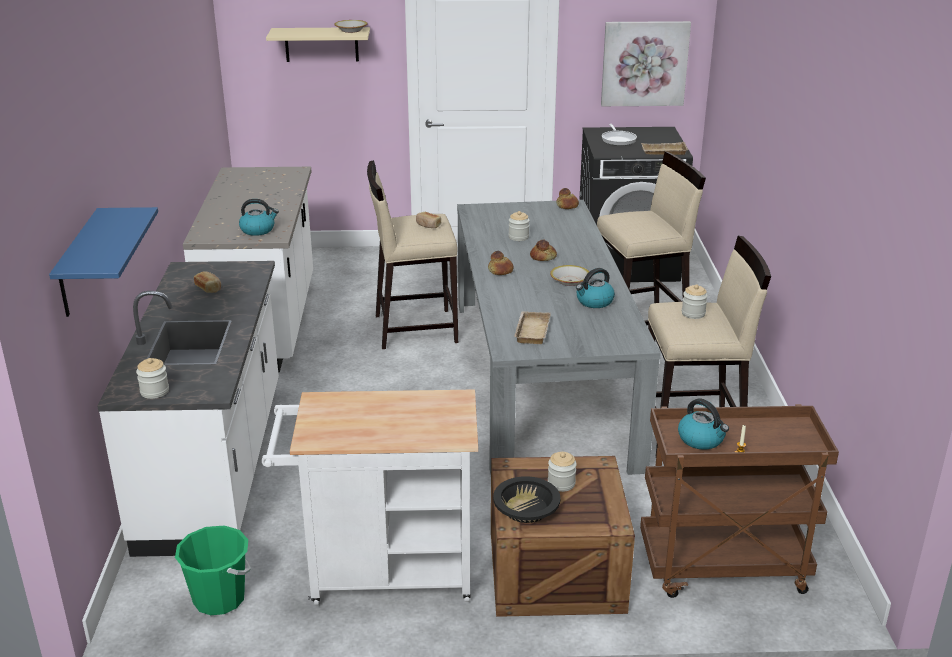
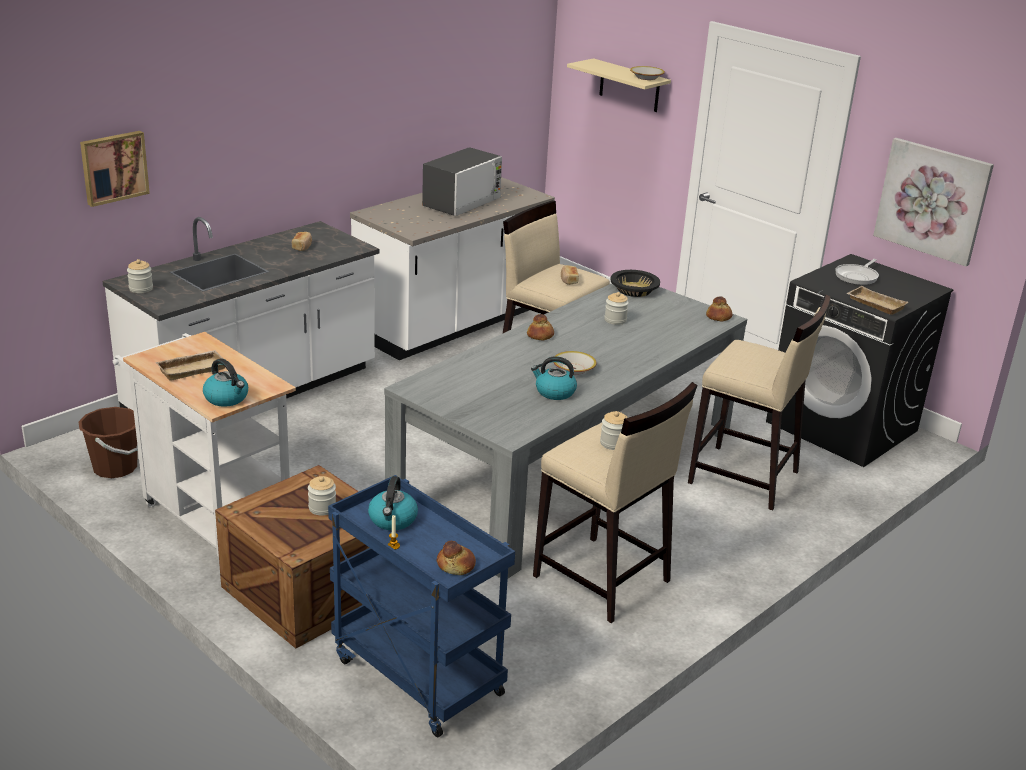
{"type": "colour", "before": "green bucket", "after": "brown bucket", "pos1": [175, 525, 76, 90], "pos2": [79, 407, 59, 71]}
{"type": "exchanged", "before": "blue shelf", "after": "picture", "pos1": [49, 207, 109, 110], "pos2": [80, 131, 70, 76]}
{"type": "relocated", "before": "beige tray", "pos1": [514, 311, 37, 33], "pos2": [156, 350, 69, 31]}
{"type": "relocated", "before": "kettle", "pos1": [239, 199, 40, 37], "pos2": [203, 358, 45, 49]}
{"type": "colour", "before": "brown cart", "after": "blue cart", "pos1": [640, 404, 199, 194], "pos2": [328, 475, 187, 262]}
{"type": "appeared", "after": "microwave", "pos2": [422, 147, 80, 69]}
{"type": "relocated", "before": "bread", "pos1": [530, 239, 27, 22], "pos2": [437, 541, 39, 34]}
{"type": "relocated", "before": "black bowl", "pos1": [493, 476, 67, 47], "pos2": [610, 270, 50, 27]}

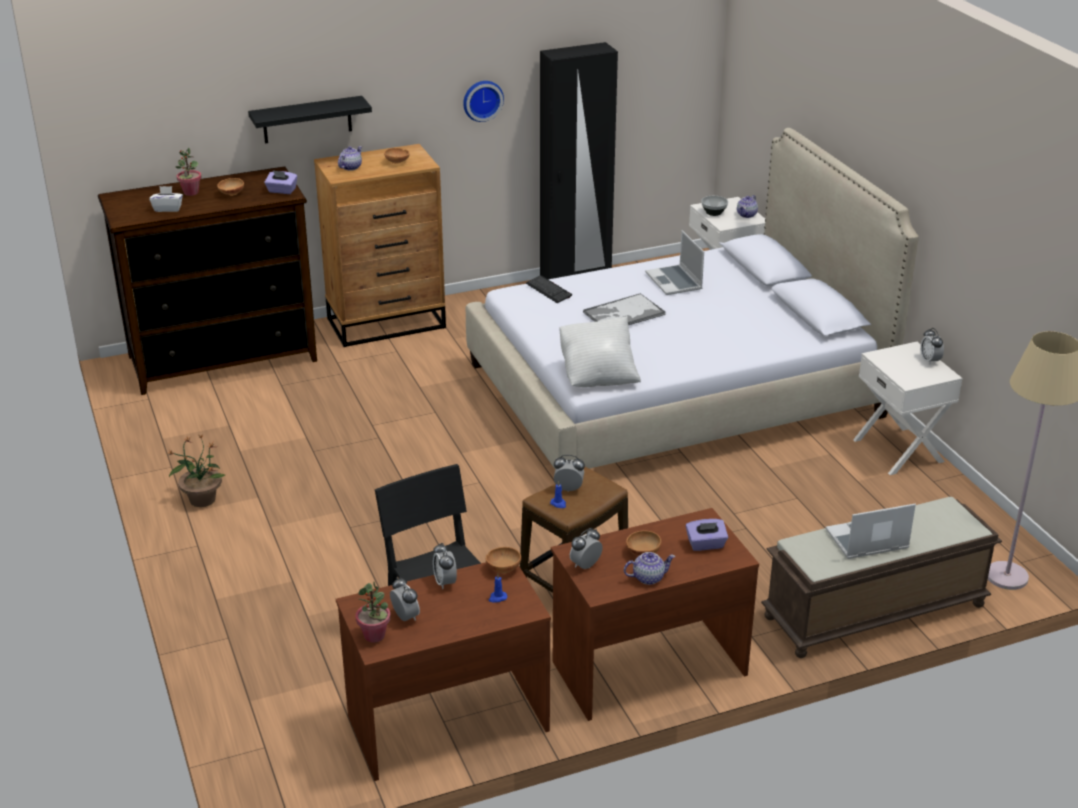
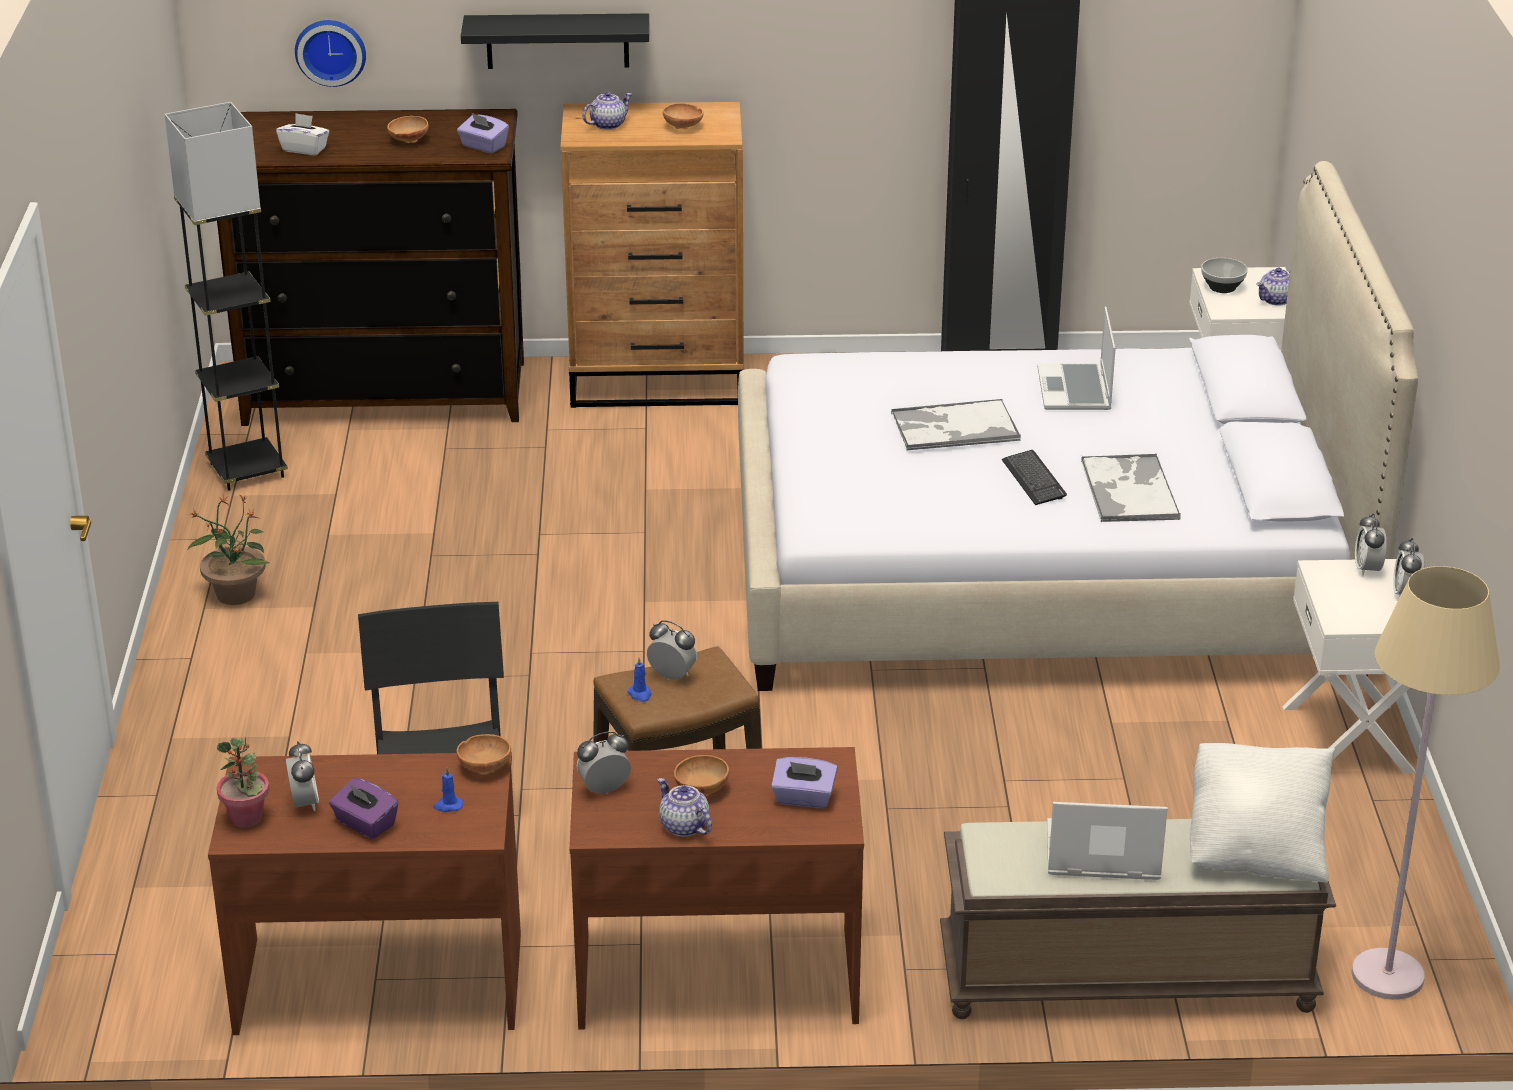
{"type": "appeared", "after": "grey floor lamp", "pos2": [164, 102, 124, 389]}
{"type": "relocated", "before": "wall clock", "pos1": [463, 81, 41, 41], "pos2": [295, 20, 71, 67]}
{"type": "appeared", "after": "purple tissue box", "pos2": [329, 778, 70, 61]}
{"type": "spun", "before": "teapot", "pos1": [624, 552, 51, 33], "pos2": [657, 778, 55, 59], "turn": -135}
{"type": "relocated", "before": "keyboard", "pos1": [526, 275, 46, 28], "pos2": [1002, 450, 65, 55]}
{"type": "appeared", "after": "tray", "pos2": [1081, 454, 100, 68]}
{"type": "relocated", "before": "white pillow", "pos1": [559, 316, 82, 71], "pos2": [1190, 743, 145, 140]}
{"type": "relocated", "before": "alarm clock", "pos1": [433, 543, 24, 47], "pos2": [1355, 513, 32, 63]}
{"type": "missing", "before": "potted plant", "pos1": [175, 147, 26, 49]}

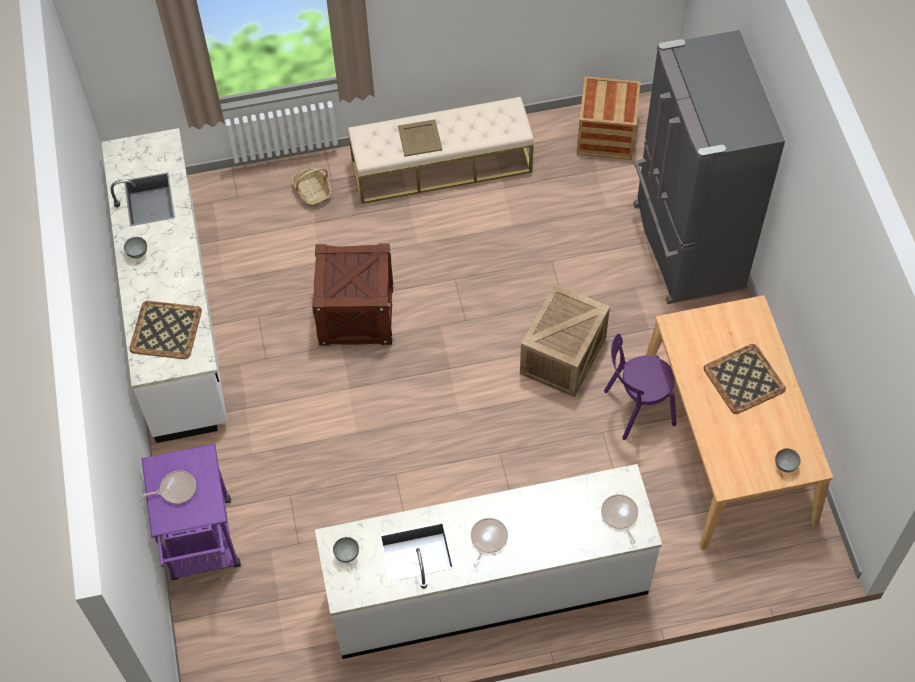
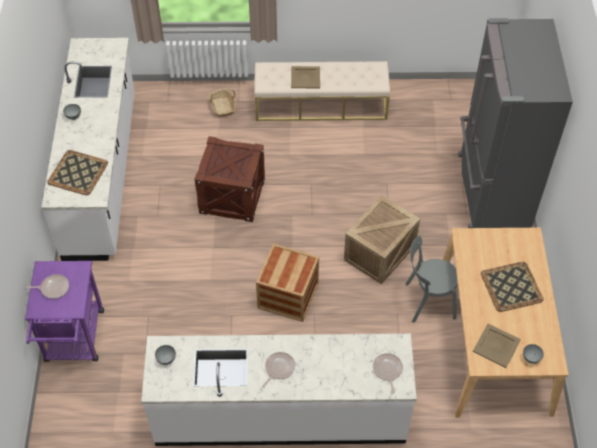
{"type": "relocated", "before": "crate", "pos1": [577, 76, 64, 84], "pos2": [256, 244, 63, 78]}
{"type": "colour", "before": "purple chair", "after": "grey chair", "pos1": [604, 334, 72, 106], "pos2": [405, 236, 53, 87]}
{"type": "appeared", "after": "beige tray", "pos2": [473, 324, 48, 44]}

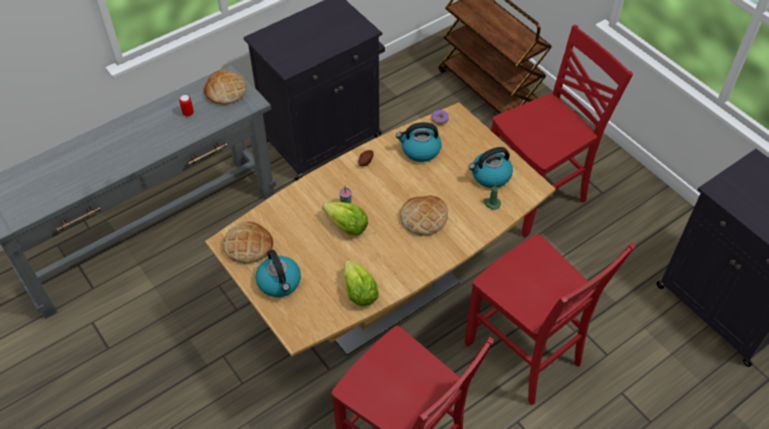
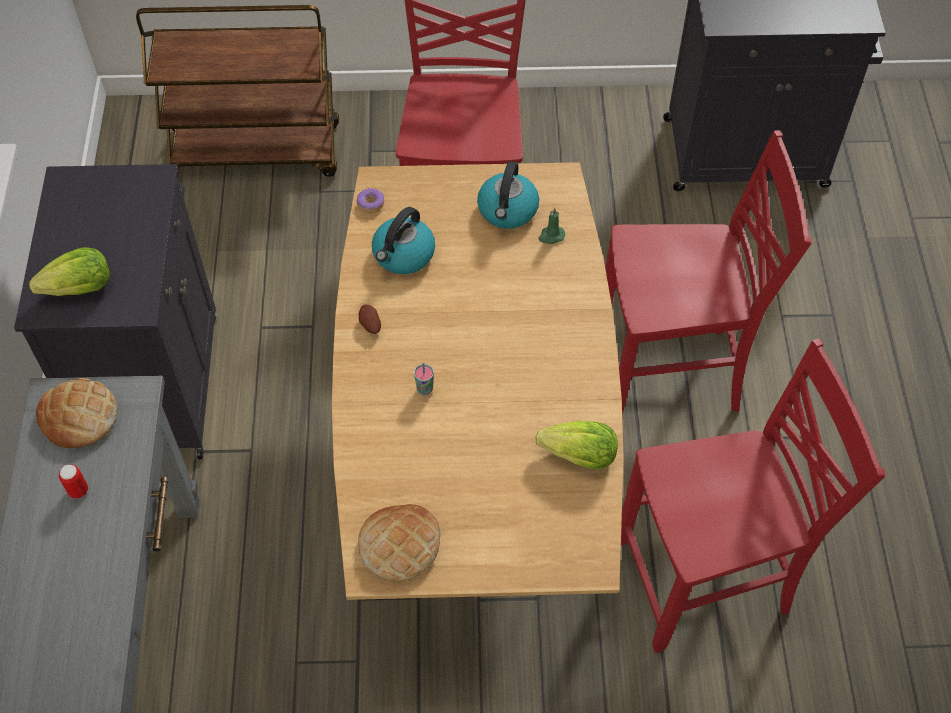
{"type": "relocated", "before": "lettuce", "pos1": [322, 202, 46, 33], "pos2": [29, 247, 81, 49]}
{"type": "missing", "before": "kettle", "pos1": [256, 250, 45, 47]}
{"type": "missing", "before": "bread", "pos1": [400, 195, 48, 41]}

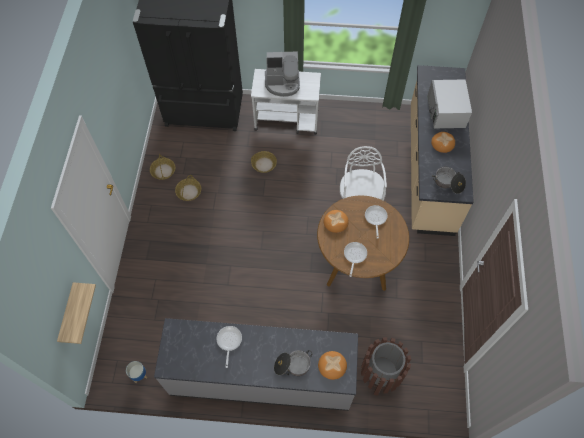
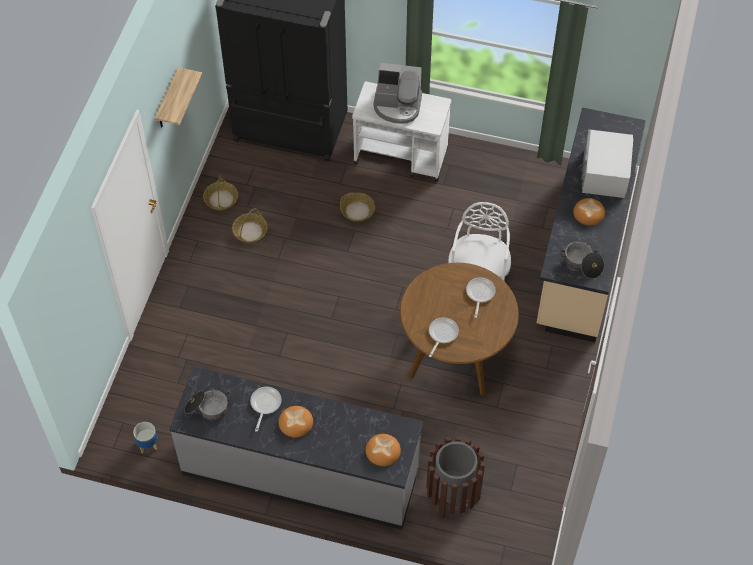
{"type": "relocated", "before": "shelf", "pos1": [57, 282, 39, 62], "pos2": [155, 67, 47, 61]}
{"type": "relocated", "before": "cooking pot", "pos1": [274, 350, 38, 26], "pos2": [184, 390, 48, 30]}
{"type": "relocated", "before": "bread", "pos1": [324, 210, 25, 23], "pos2": [278, 406, 35, 31]}

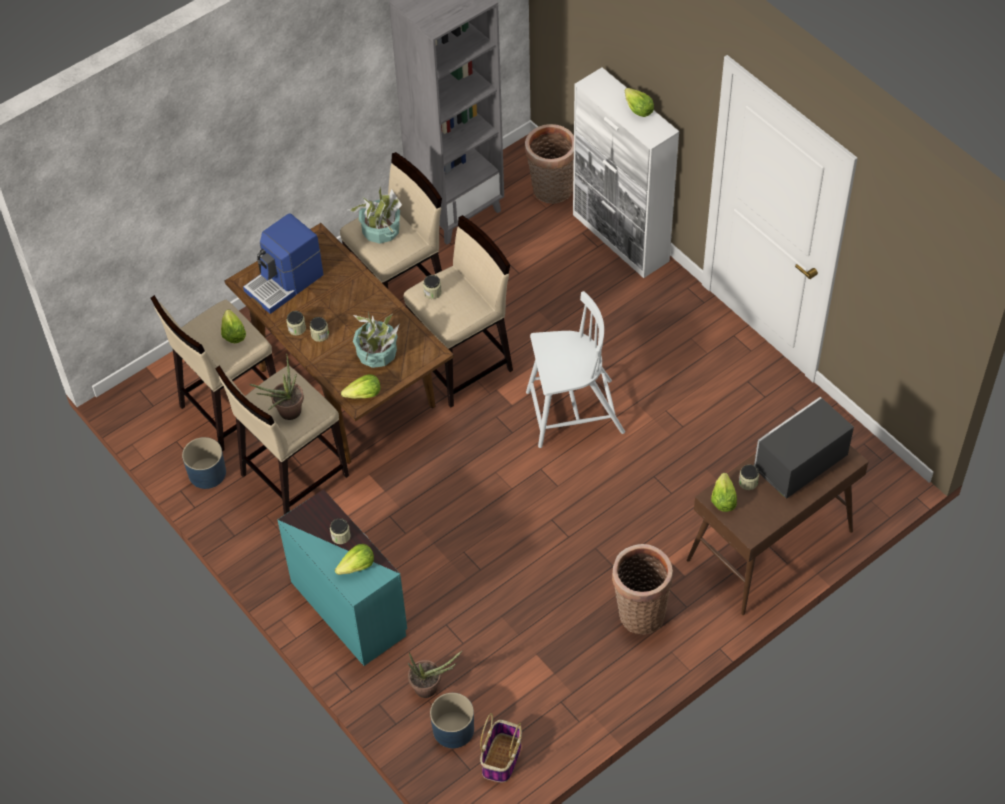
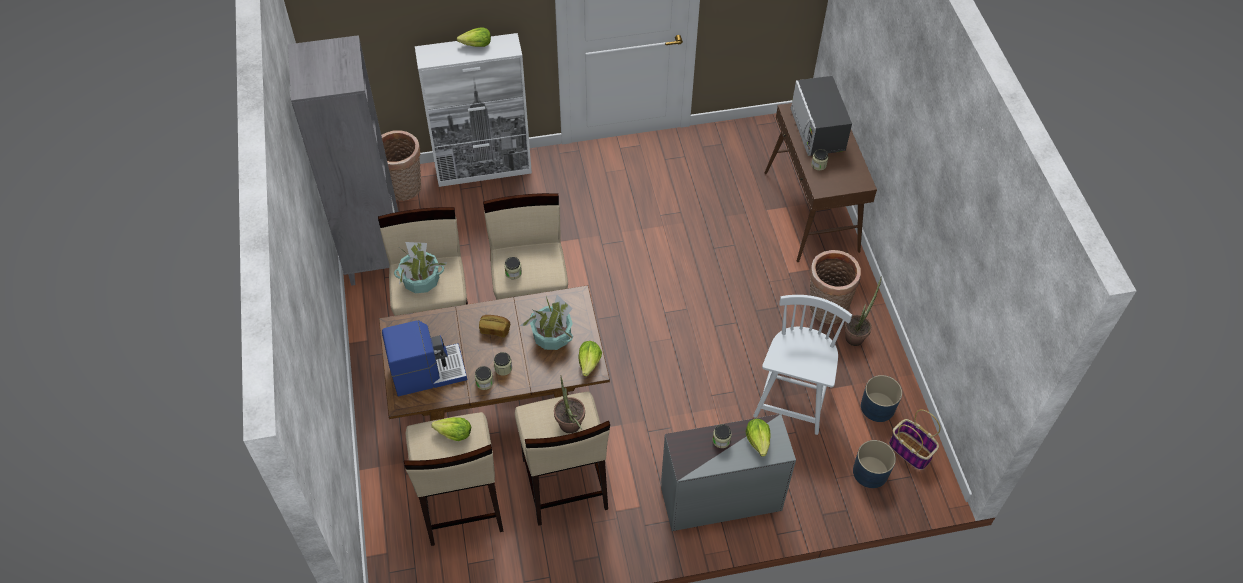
{"type": "spun", "before": "coffee machine", "pos1": [243, 213, 80, 101], "pos2": [382, 320, 85, 76], "turn": -90}
{"type": "appeared", "after": "bread", "pos2": [479, 315, 31, 22]}
{"type": "colour", "before": "turquoise dresser", "after": "grey dresser", "pos1": [278, 489, 129, 177], "pos2": [661, 414, 135, 117]}
{"type": "relocated", "before": "white chair", "pos1": [526, 291, 99, 157], "pos2": [753, 295, 99, 140]}
{"type": "relocated", "before": "potted plant", "pos1": [408, 650, 55, 48], "pos2": [844, 276, 38, 70]}
{"type": "relocated", "before": "blue planter", "pos1": [182, 437, 44, 52], "pos2": [861, 375, 41, 47]}
{"type": "missing", "before": "lettuce", "pos1": [711, 473, 26, 39]}

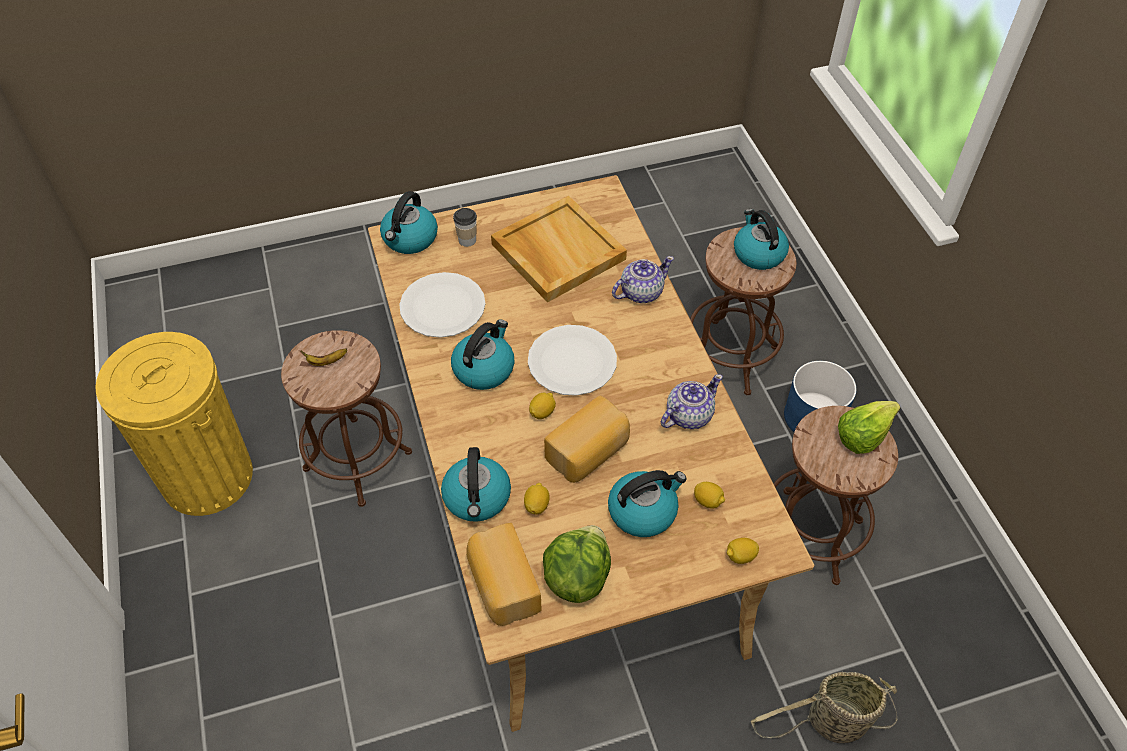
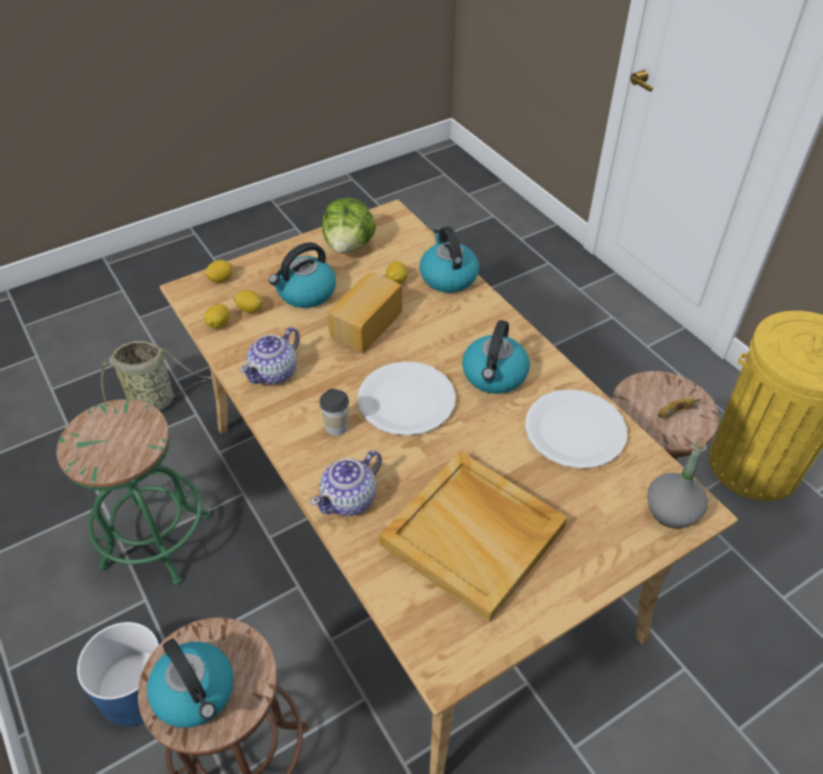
{"type": "colour", "before": "brown stool", "after": "green stool", "pos1": [773, 406, 125, 179], "pos2": [56, 399, 155, 186]}
{"type": "relocated", "before": "lemon", "pos1": [529, 393, 27, 26], "pos2": [204, 304, 26, 25]}
{"type": "relocated", "before": "cup", "pos1": [453, 208, 24, 39], "pos2": [319, 389, 30, 47]}
{"type": "exchanged", "before": "kettle", "after": "grey bottle", "pos1": [380, 191, 58, 63], "pos2": [647, 439, 61, 90]}
{"type": "missing", "before": "bread", "pos1": [467, 523, 75, 103]}
{"type": "missing", "before": "lettuce", "pos1": [838, 401, 62, 53]}

